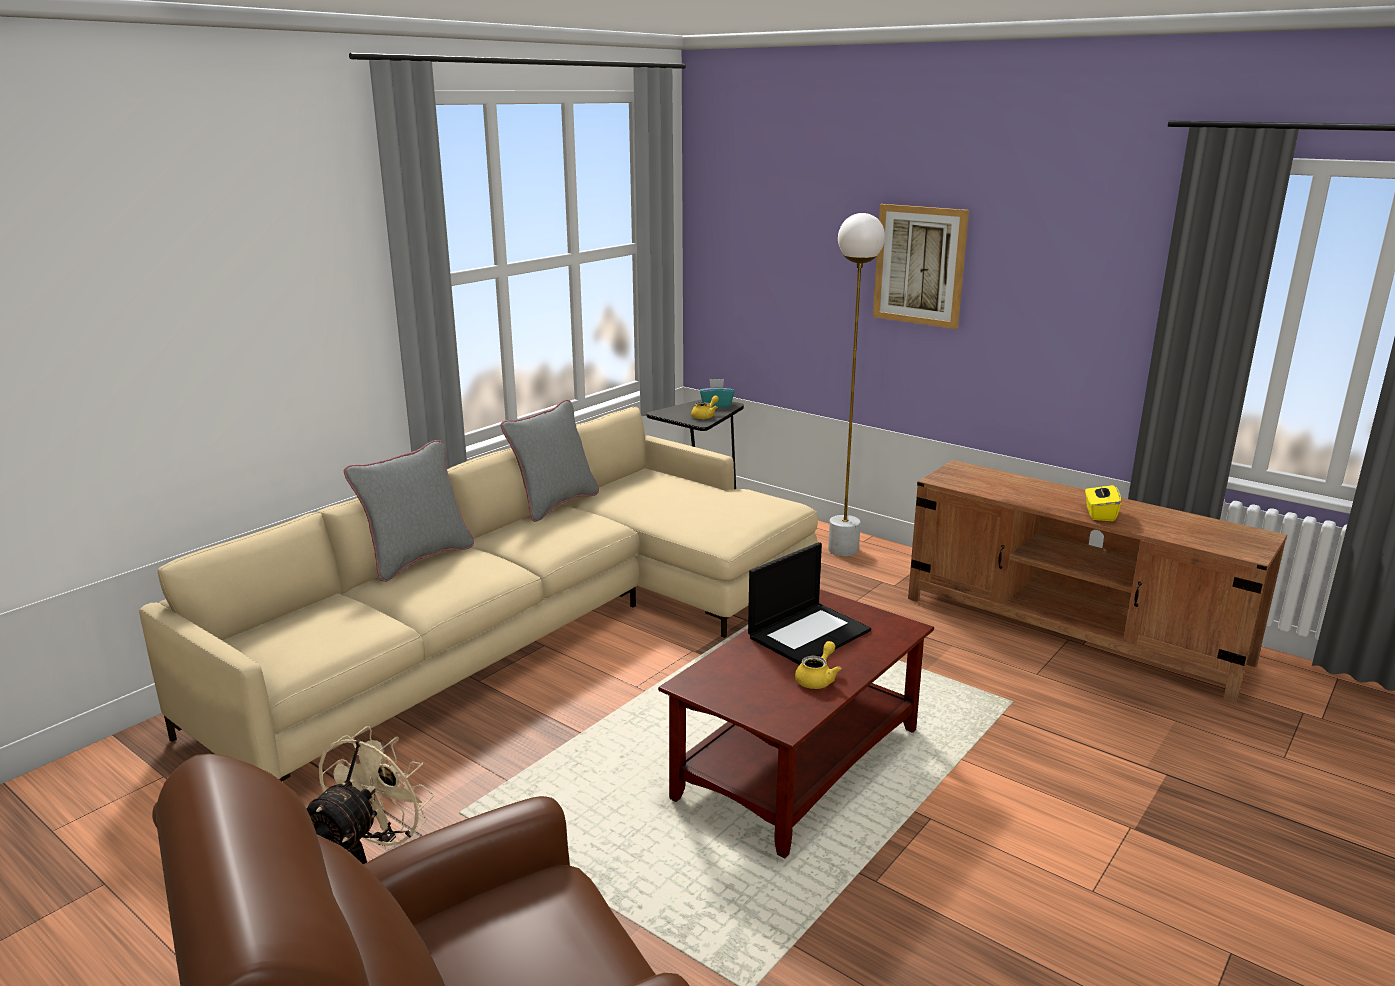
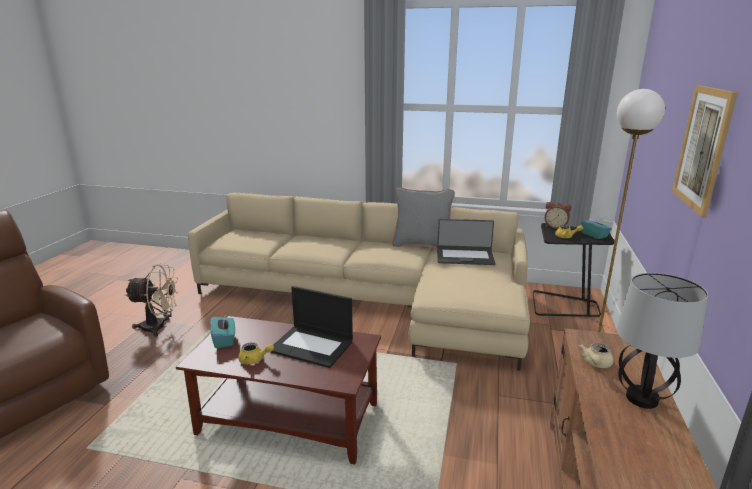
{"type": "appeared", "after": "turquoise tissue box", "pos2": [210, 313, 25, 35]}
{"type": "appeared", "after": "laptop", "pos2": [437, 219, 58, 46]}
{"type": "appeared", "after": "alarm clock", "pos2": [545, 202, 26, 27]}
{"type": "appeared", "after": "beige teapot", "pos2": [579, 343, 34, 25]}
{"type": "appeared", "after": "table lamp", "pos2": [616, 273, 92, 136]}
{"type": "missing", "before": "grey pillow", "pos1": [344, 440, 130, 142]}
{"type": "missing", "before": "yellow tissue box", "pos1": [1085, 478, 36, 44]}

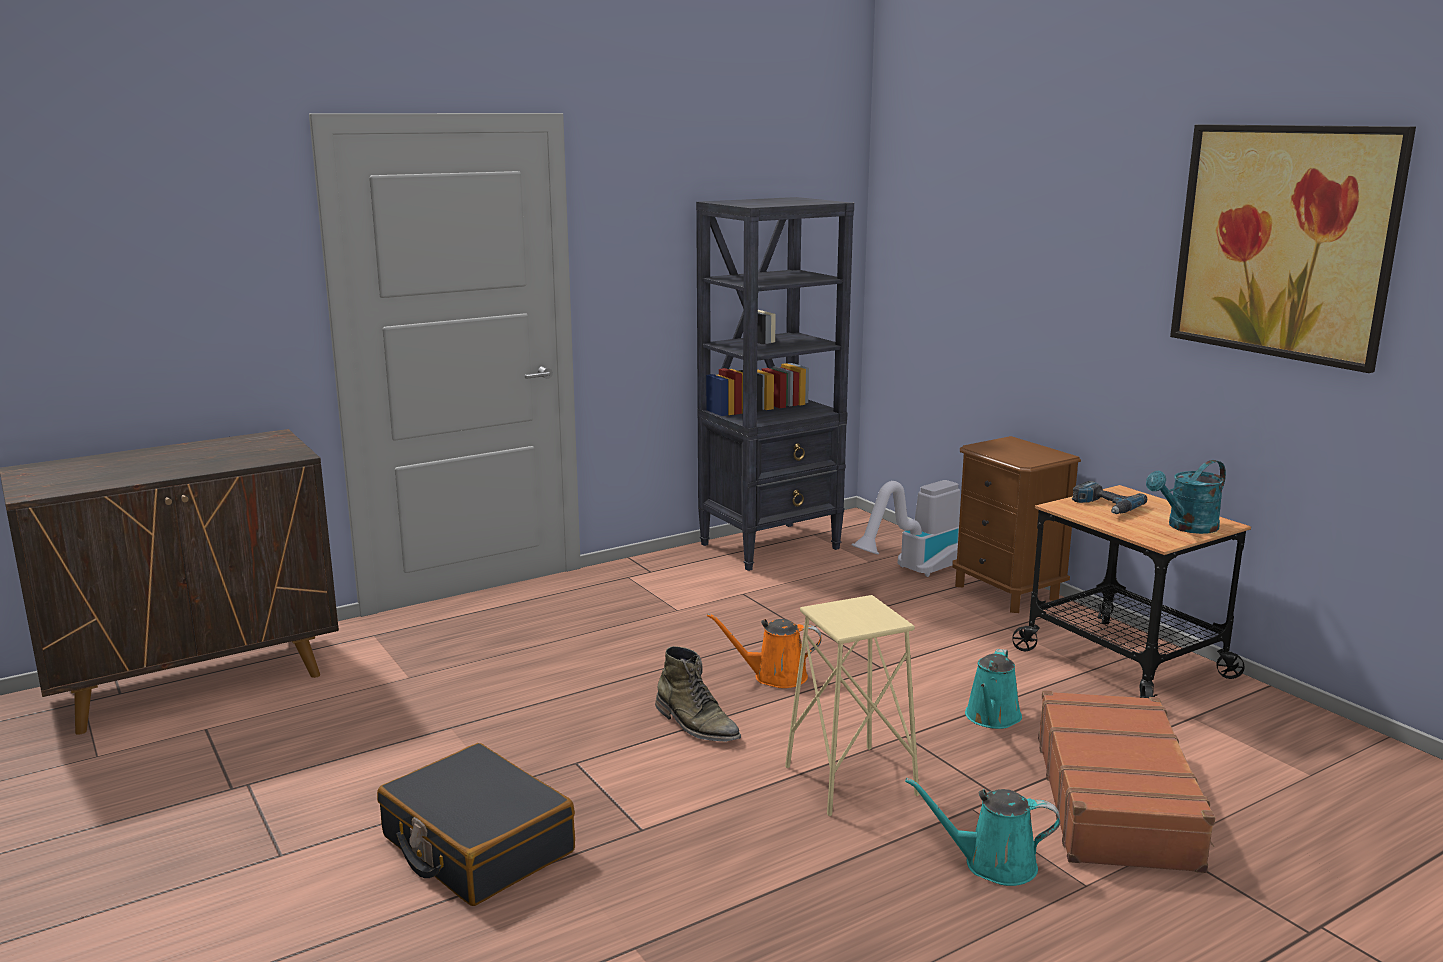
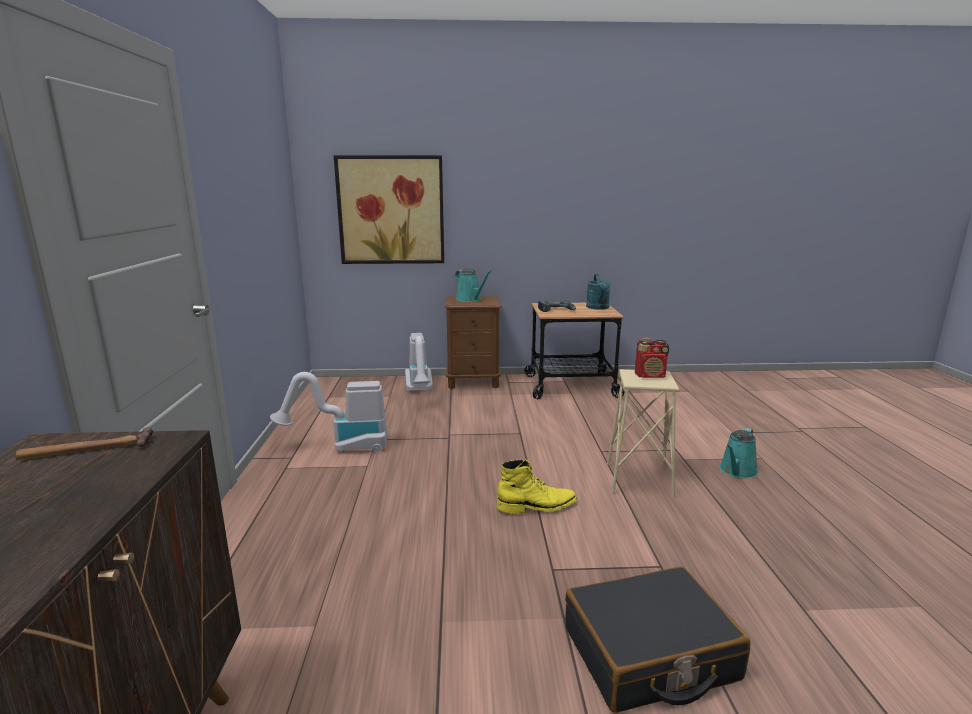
{"type": "appeared", "after": "hammer", "pos2": [15, 427, 138, 33]}
{"type": "appeared", "after": "vacuum cleaner", "pos2": [270, 372, 117, 81]}
{"type": "relocated", "before": "picture", "pos1": [1170, 124, 246, 249], "pos2": [334, 155, 110, 109]}
{"type": "relocated", "before": "turquoise watering can", "pos1": [965, 649, 57, 80], "pos2": [455, 269, 36, 33]}
{"type": "colour", "before": "green boot", "after": "yellow boot", "pos1": [655, 646, 86, 96], "pos2": [497, 459, 80, 55]}
{"type": "appeared", "after": "radio", "pos2": [635, 338, 34, 40]}
{"type": "missing", "before": "black bookcase", "pos1": [696, 197, 158, 374]}
{"type": "missing", "before": "orange watering can", "pos1": [707, 614, 115, 74]}
{"type": "missing", "before": "brown suitcase", "pos1": [1038, 690, 177, 183]}

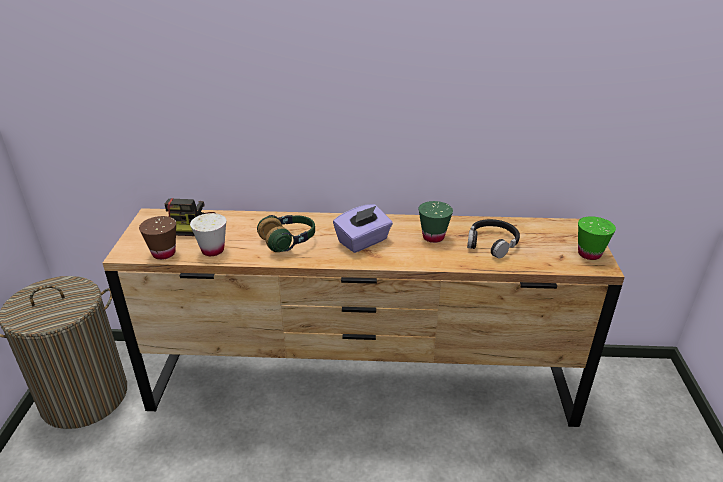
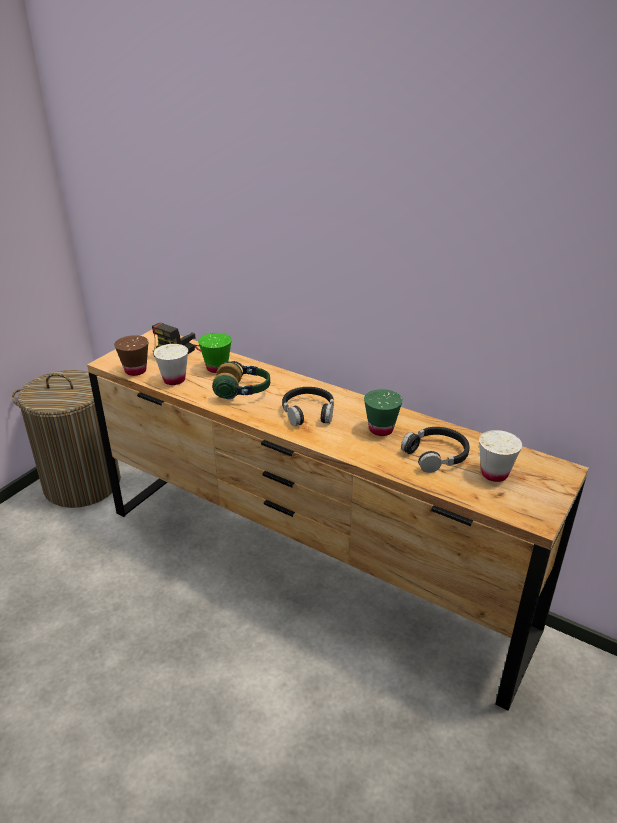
{"type": "relocated", "before": "green cup", "pos1": [578, 216, 38, 44], "pos2": [198, 333, 34, 40]}
{"type": "exchanged", "before": "purple tissue box", "after": "black headphones", "pos1": [333, 204, 60, 49], "pos2": [282, 387, 52, 39]}
{"type": "appeared", "after": "white cup", "pos2": [479, 430, 43, 52]}

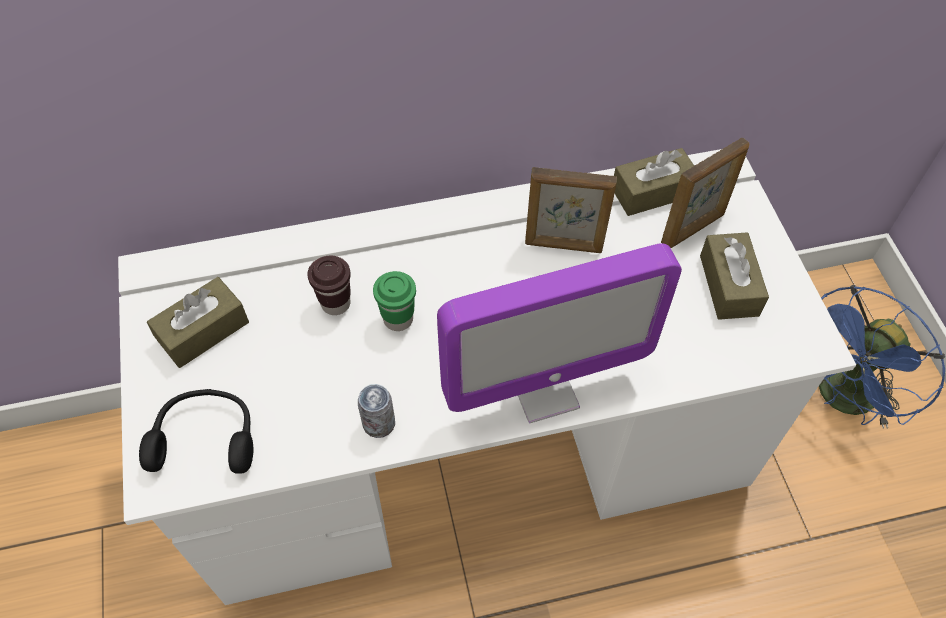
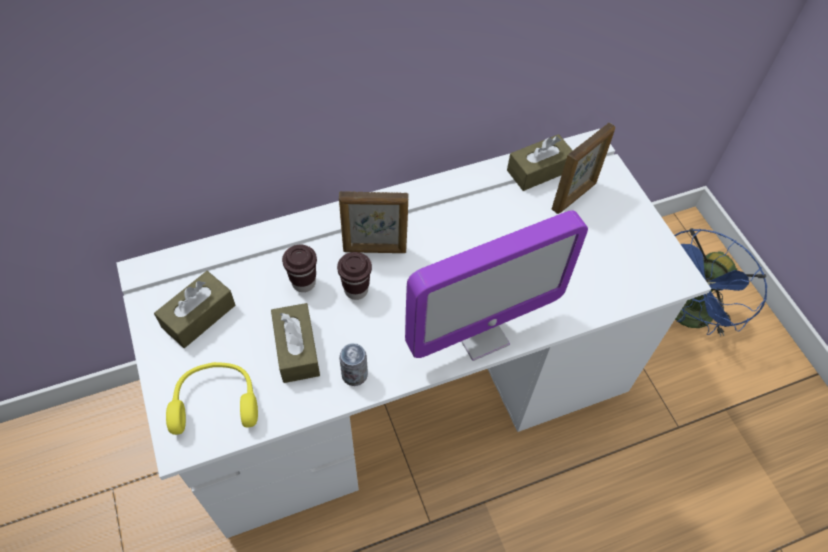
{"type": "colour", "before": "black headphones", "after": "yellow headphones", "pos1": [139, 389, 114, 85], "pos2": [166, 362, 92, 73]}
{"type": "relocated", "before": "brown tissue box", "pos1": [700, 232, 69, 88], "pos2": [271, 303, 49, 80]}
{"type": "colour", "before": "green cup", "after": "brown cup", "pos1": [373, 271, 43, 60], "pos2": [337, 252, 35, 48]}
{"type": "relocated", "before": "picture frame", "pos1": [525, 167, 92, 86], "pos2": [339, 191, 69, 62]}

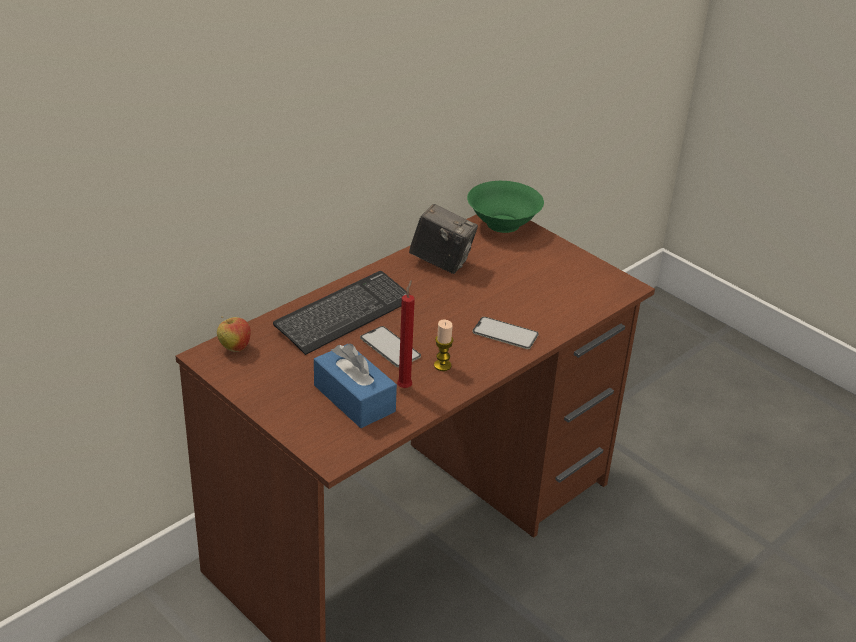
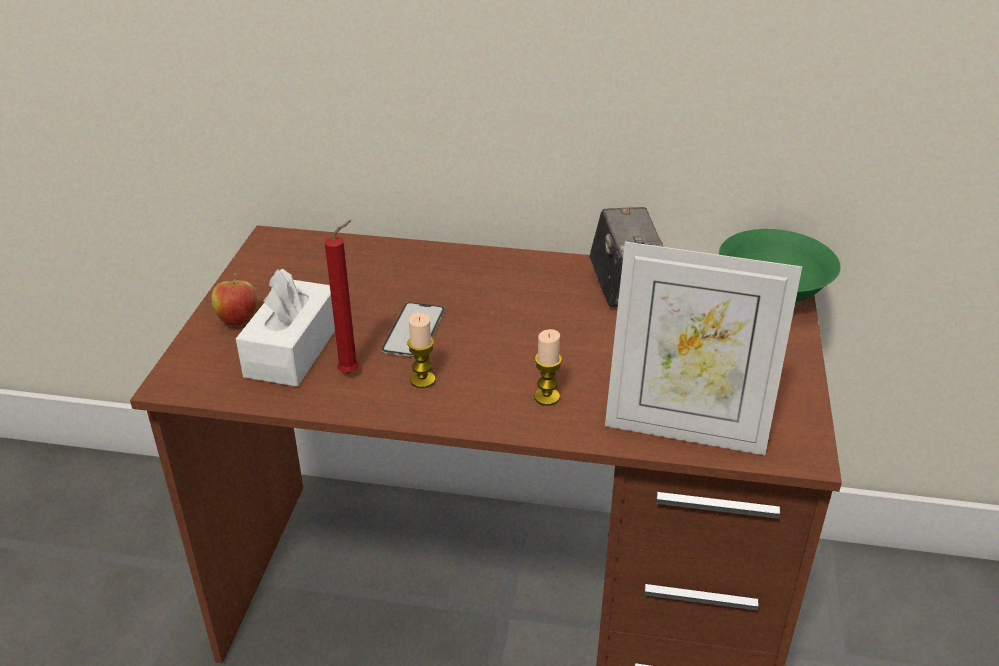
{"type": "relocated", "before": "apple", "pos1": [217, 316, 34, 36], "pos2": [211, 273, 47, 53]}
{"type": "colour", "before": "blue tissue box", "after": "white tissue box", "pos1": [314, 343, 83, 85], "pos2": [236, 269, 99, 118]}
{"type": "exchanged", "before": "phone", "after": "candle", "pos1": [472, 317, 67, 32], "pos2": [534, 329, 28, 77]}
{"type": "appeared", "after": "picture frame", "pos2": [605, 242, 197, 213]}
{"type": "missing", "before": "keyboard", "pos1": [273, 271, 137, 84]}

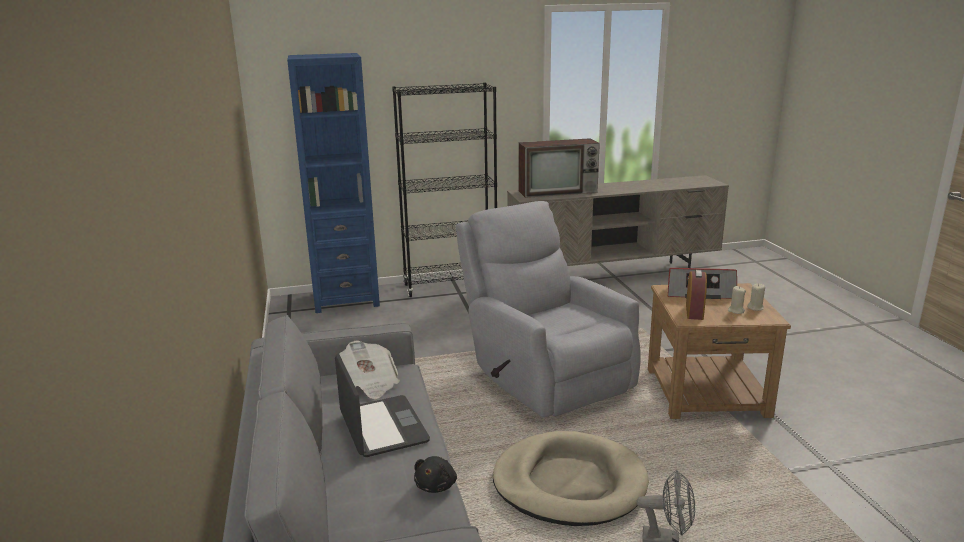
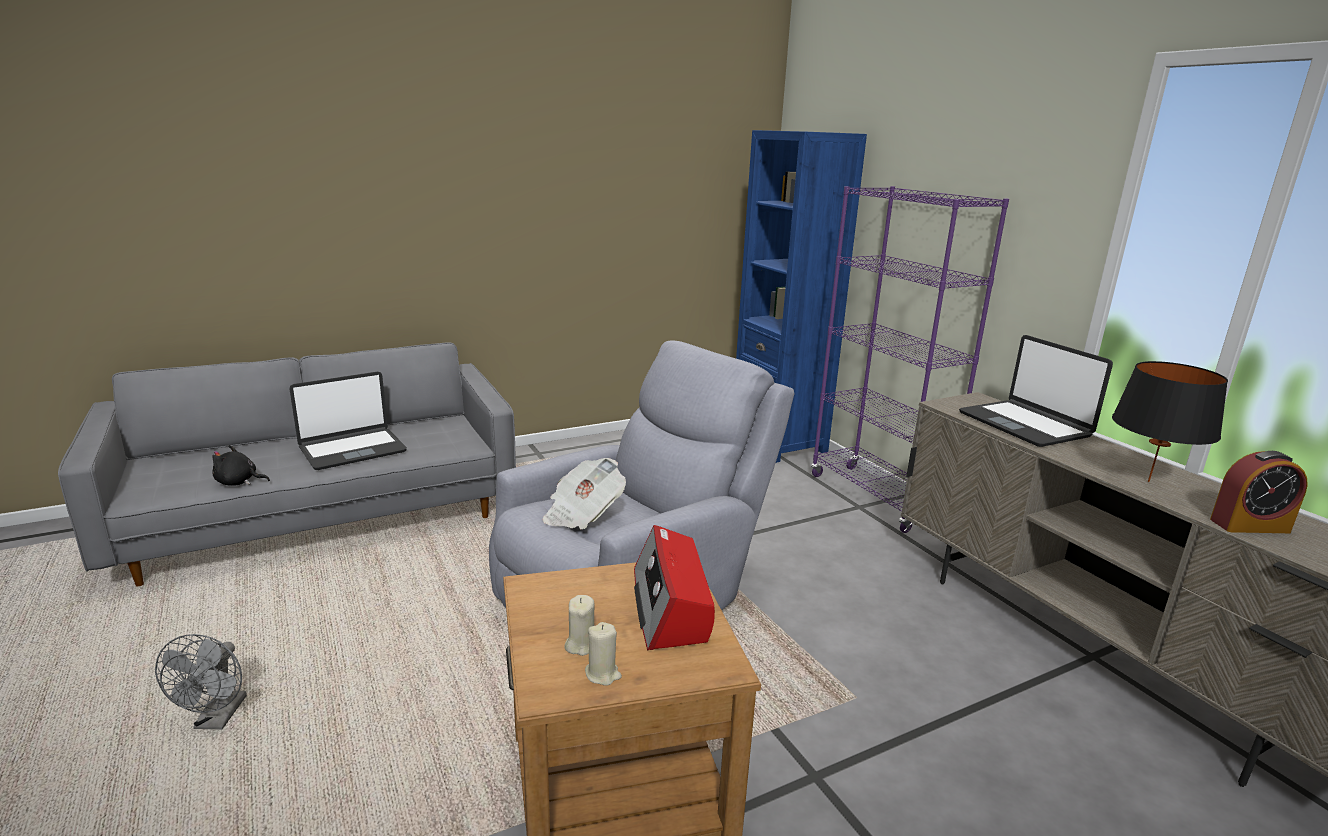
{"type": "relocated", "before": "newspaper", "pos1": [340, 340, 60, 59], "pos2": [542, 458, 84, 71]}
{"type": "colour", "before": "black bookcase", "after": "purple bookcase", "pos1": [392, 82, 105, 215], "pos2": [811, 186, 198, 347]}
{"type": "exchanged", "before": "television", "after": "laptop", "pos1": [519, 138, 81, 60], "pos2": [959, 335, 154, 112]}
{"type": "appeared", "after": "black table lamp", "pos2": [1112, 361, 116, 121]}
{"type": "relocated", "before": "alarm clock", "pos1": [686, 270, 21, 50], "pos2": [1210, 451, 98, 82]}
{"type": "missing", "before": "beige dog bed", "pos1": [493, 431, 156, 95]}

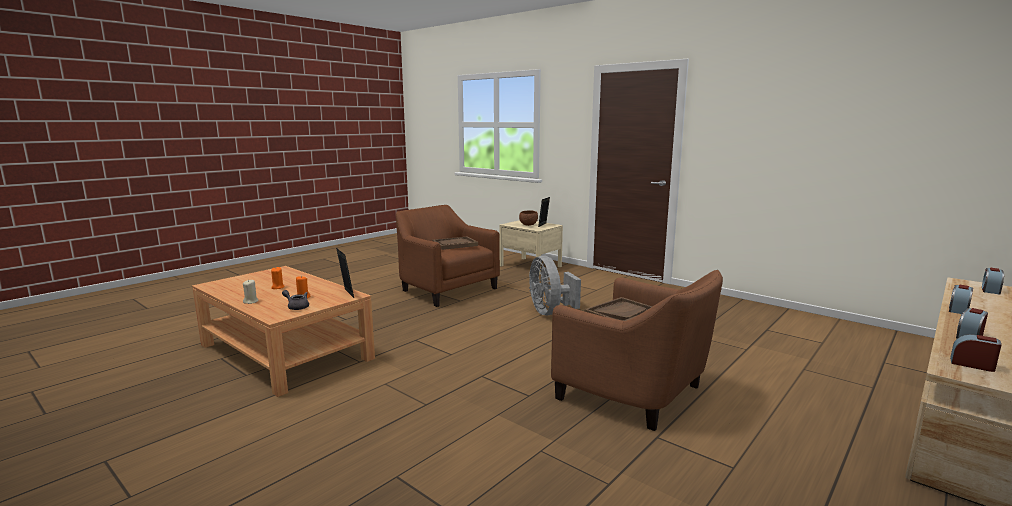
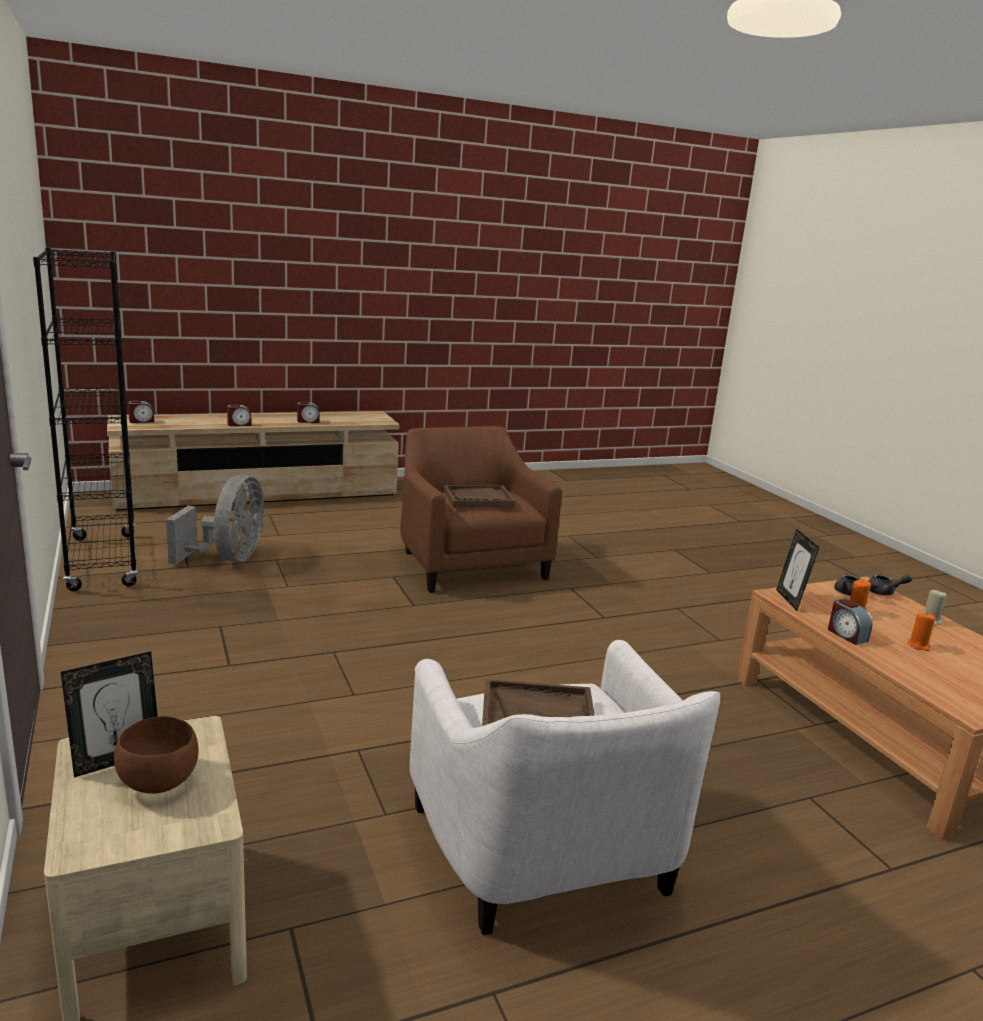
{"type": "appeared", "after": "black bookcase", "pos2": [33, 248, 106, 343]}
{"type": "relocated", "before": "grey fan", "pos1": [529, 256, 52, 59], "pos2": [166, 475, 98, 89]}
{"type": "colour", "before": "brown armchair", "after": "white armchair", "pos1": [396, 205, 104, 102], "pos2": [410, 640, 310, 295]}
{"type": "relocated", "before": "alarm clock", "pos1": [950, 334, 52, 38], "pos2": [828, 599, 44, 46]}
{"type": "appeared", "after": "grey teapot", "pos2": [868, 573, 44, 22]}

